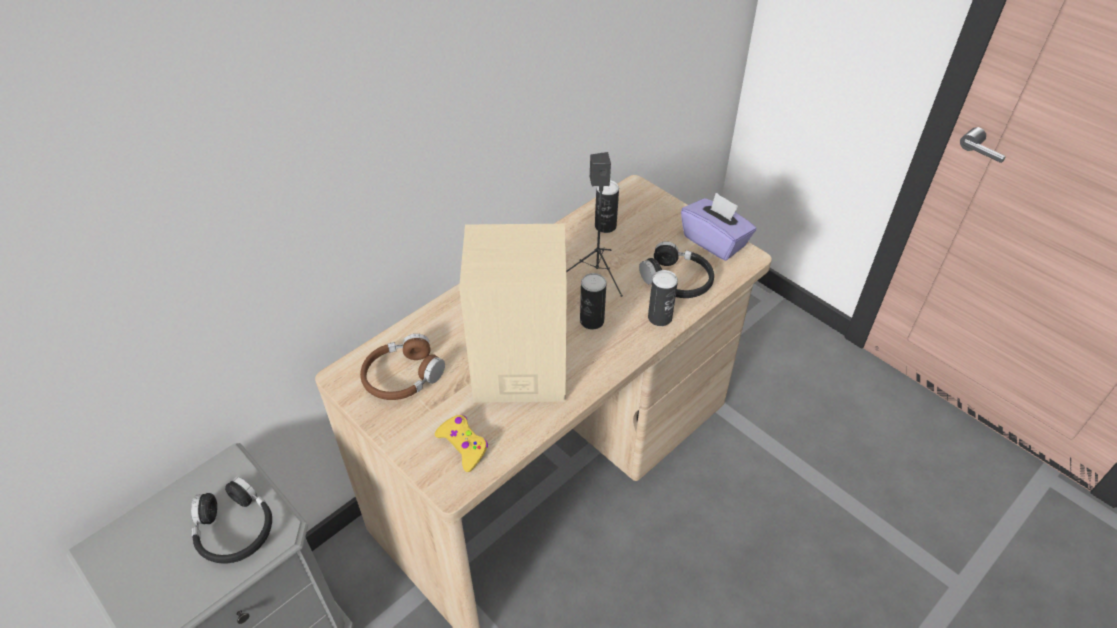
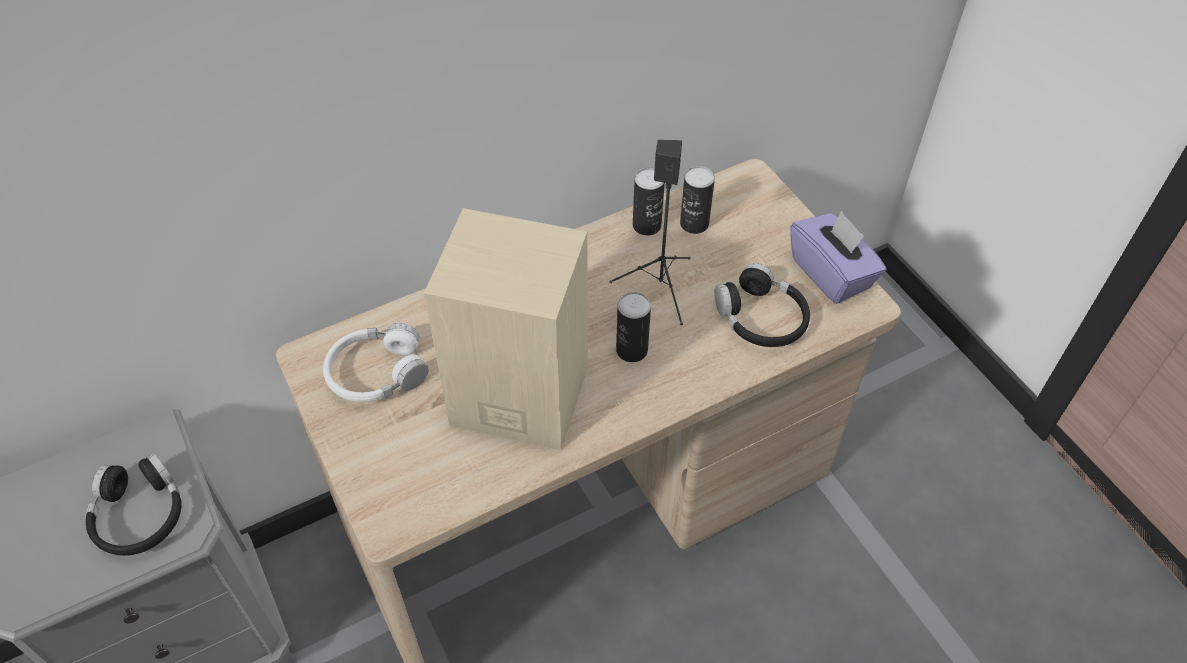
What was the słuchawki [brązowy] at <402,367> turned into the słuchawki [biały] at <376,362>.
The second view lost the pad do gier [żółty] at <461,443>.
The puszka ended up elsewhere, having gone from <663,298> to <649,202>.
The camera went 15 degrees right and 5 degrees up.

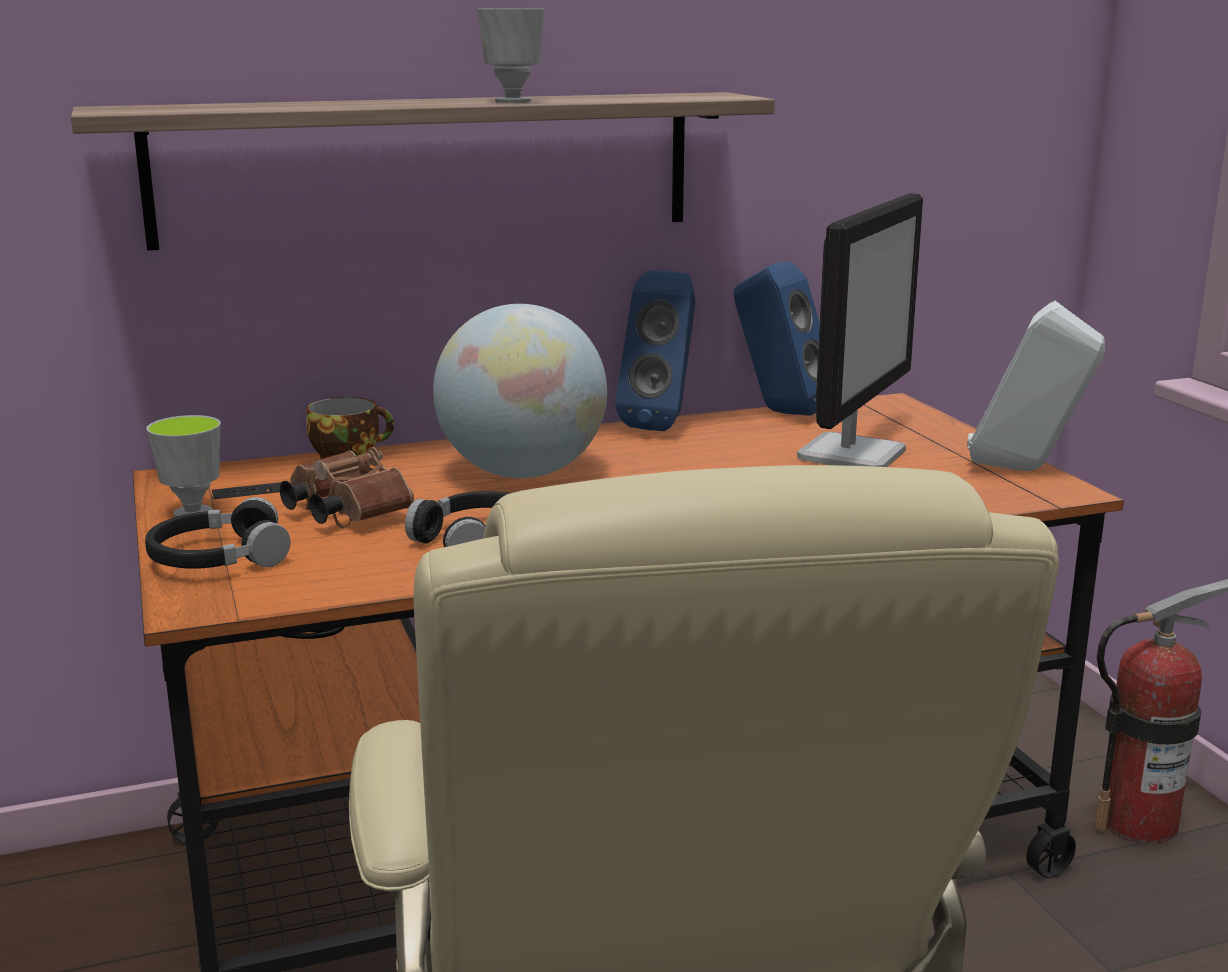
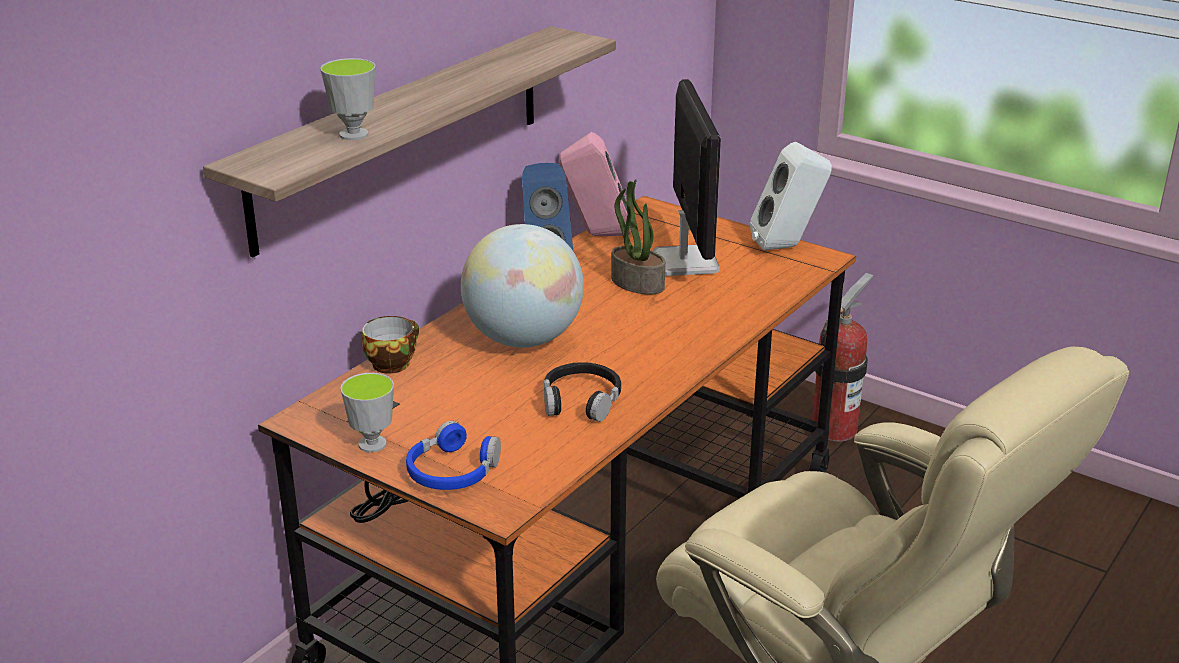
What was the słuchawki [czarny] at <218,533> turned into the słuchawki [niebieski] at <453,455>.
The second view lost the lornetka [brązowy] at <347,487>.
The filiżanka ended up elsewhere, having gone from <511,55> to <347,99>.
What was the głośnik [niebieski] at <777,338> turned into the głośnik [różowy] at <595,184>.
The second view gained the roślina doniczkowa at <638,237>.
The camera went 35 degrees left and 10 degrees up.

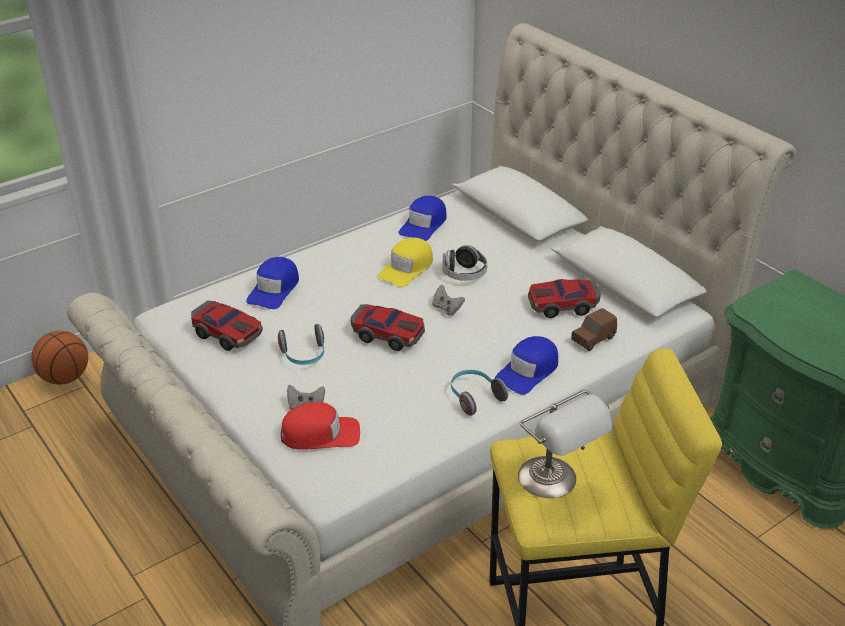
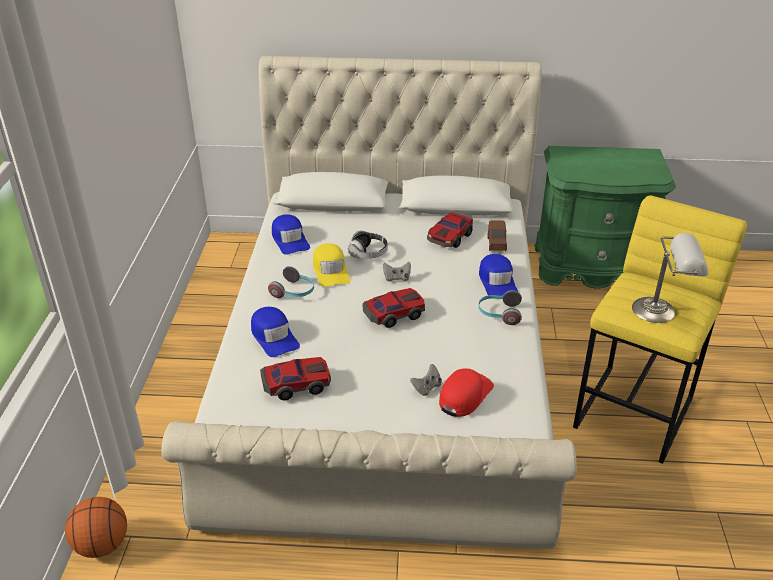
The słuchawki ended up elsewhere, having gone from <301,344> to <291,282>.
The camera went 50 degrees left and 0 degrees up.

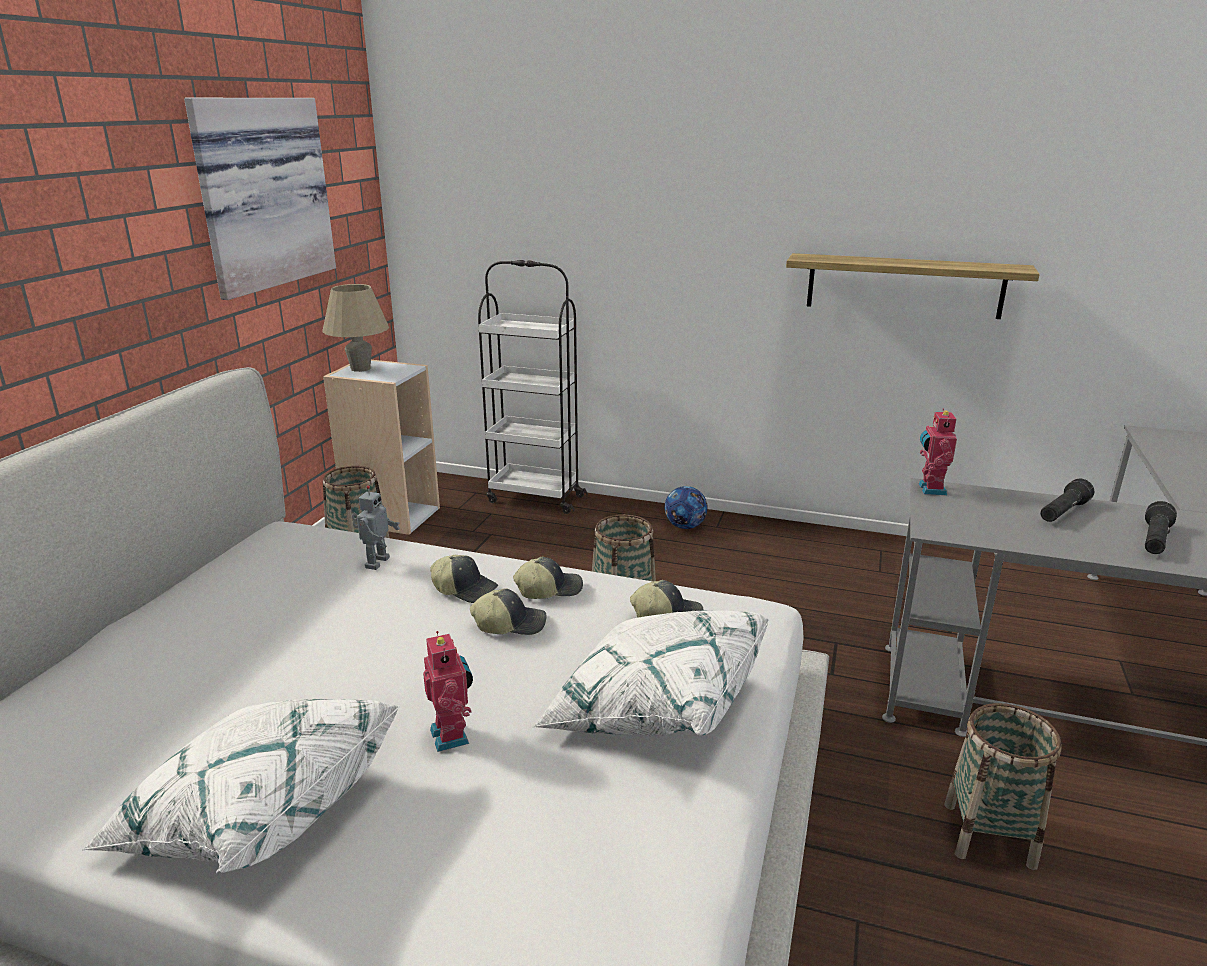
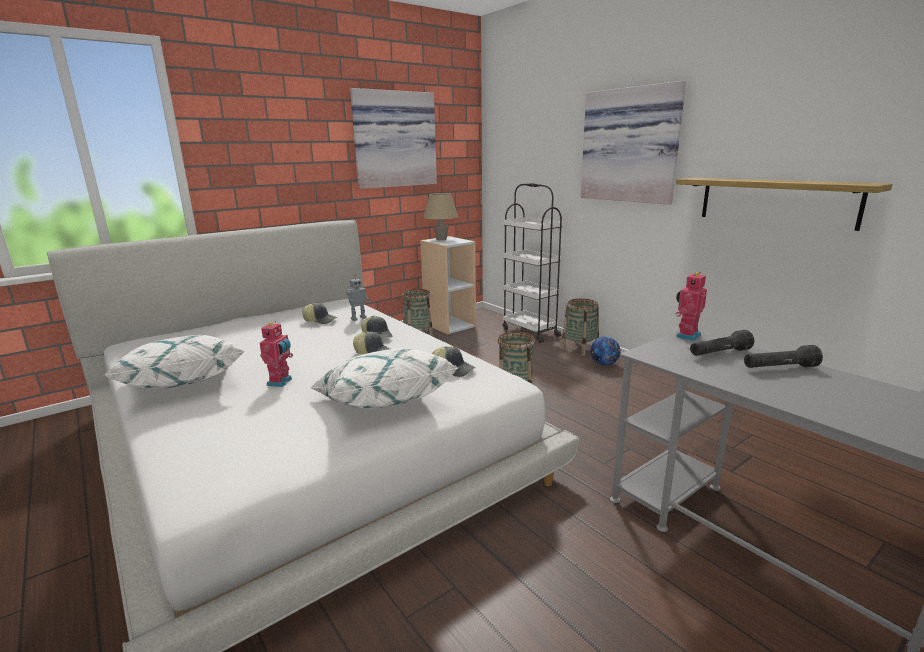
The czapka z daszkiem ended up elsewhere, having gone from <548,578> to <320,313>.
The koszyk ended up elsewhere, having gone from <1003,786> to <580,327>.
The latarka [czarny] ended up elsewhere, having gone from <1161,527> to <722,343>.
The second view gained the obraz at <633,143>.
The camera went 35 degrees right and 5 degrees down.

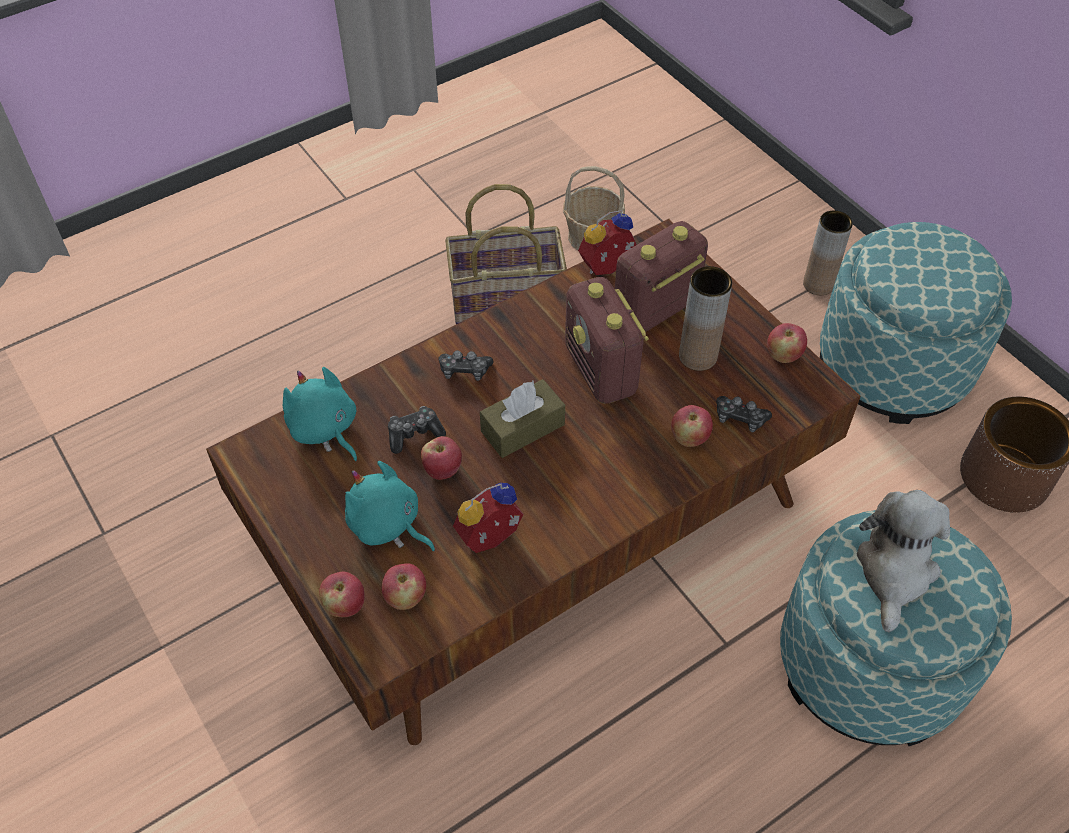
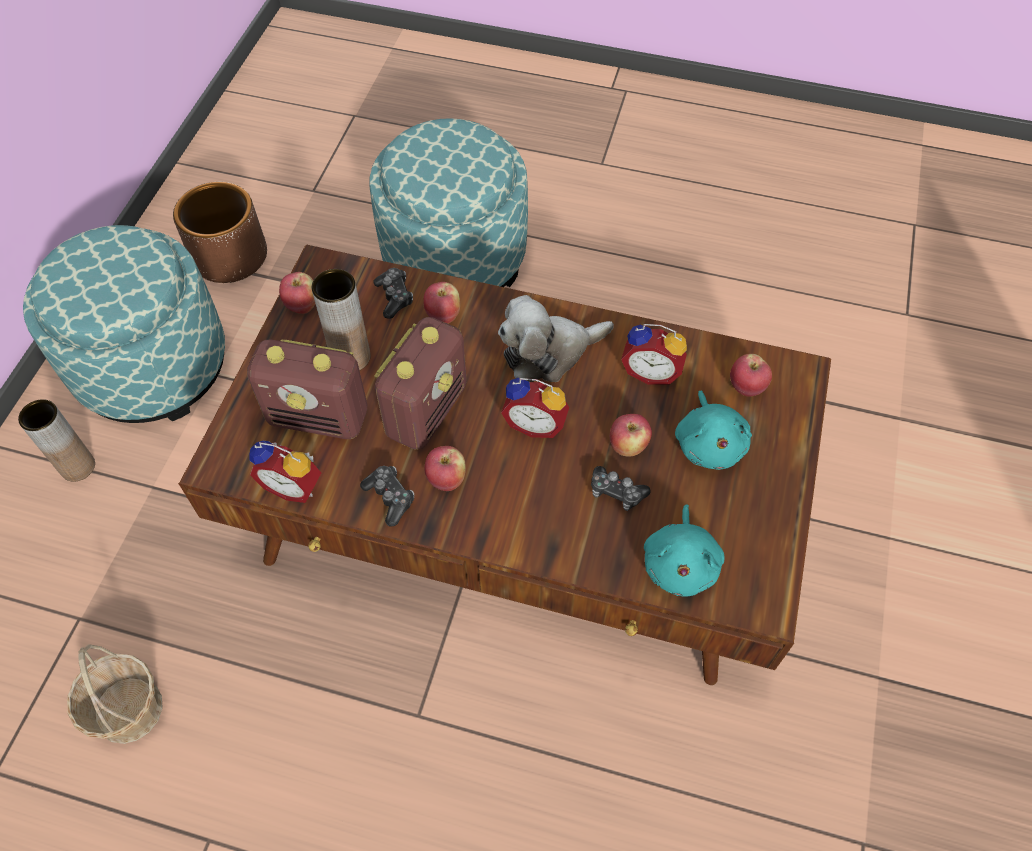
The jabłko ended up elsewhere, having gone from <342,594> to <445,468>.
The pad do gier ended up elsewhere, having gone from <466,365> to <387,496>.
The second view lost the koszyk at <506,254>.
Where the pudełko chusteczek [brązowy] stood at <522,418>, the budzik came to stand at <535,408>.
The pluszak ended up elsewhere, having gone from <903,561> to <556,338>.
The camera went 130 degrees left and 5 degrees up.

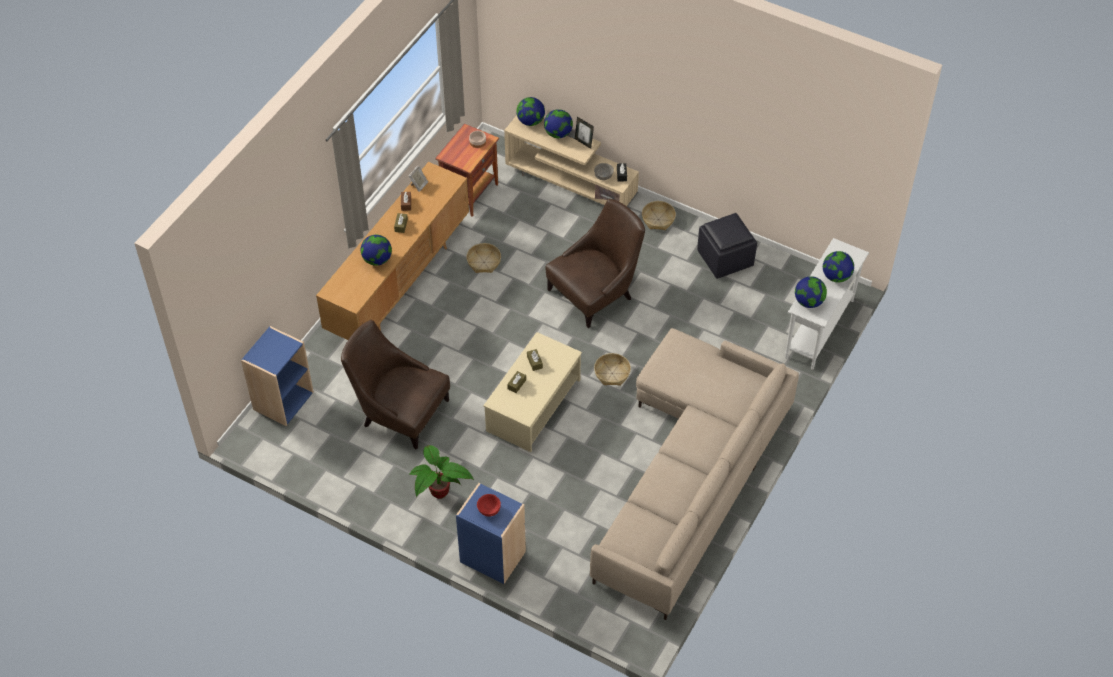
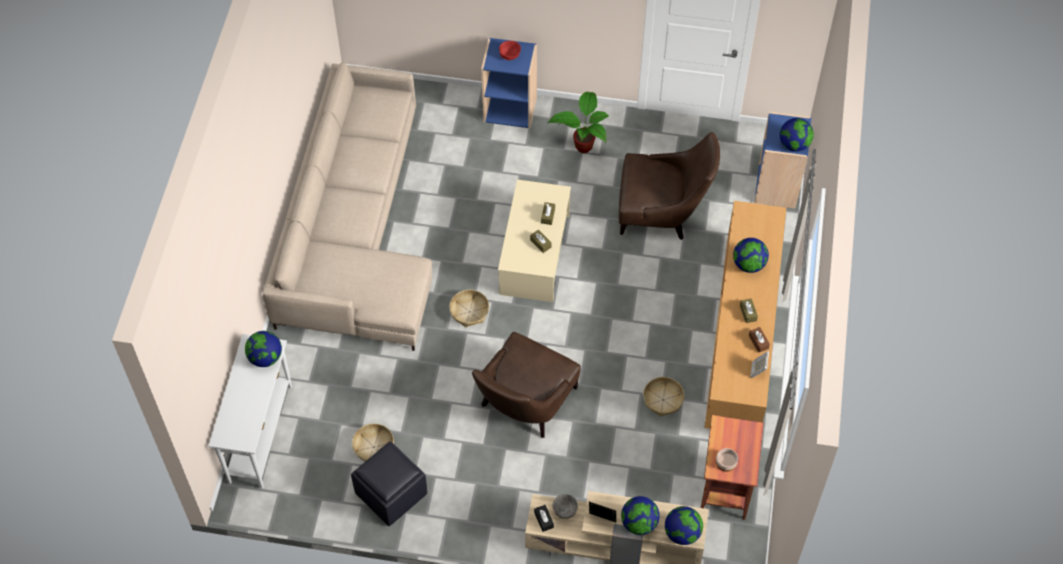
The koszyk ended up elsewhere, having gone from <659,215> to <373,442>.
The globus ended up elsewhere, having gone from <838,267> to <797,135>.
The camera went 160 degrees right and 5 degrees up.

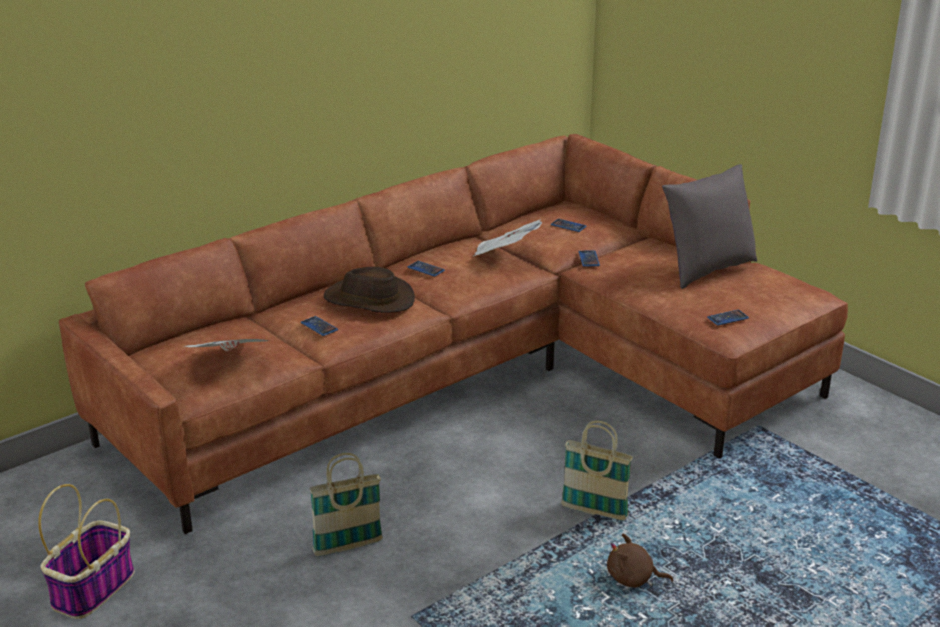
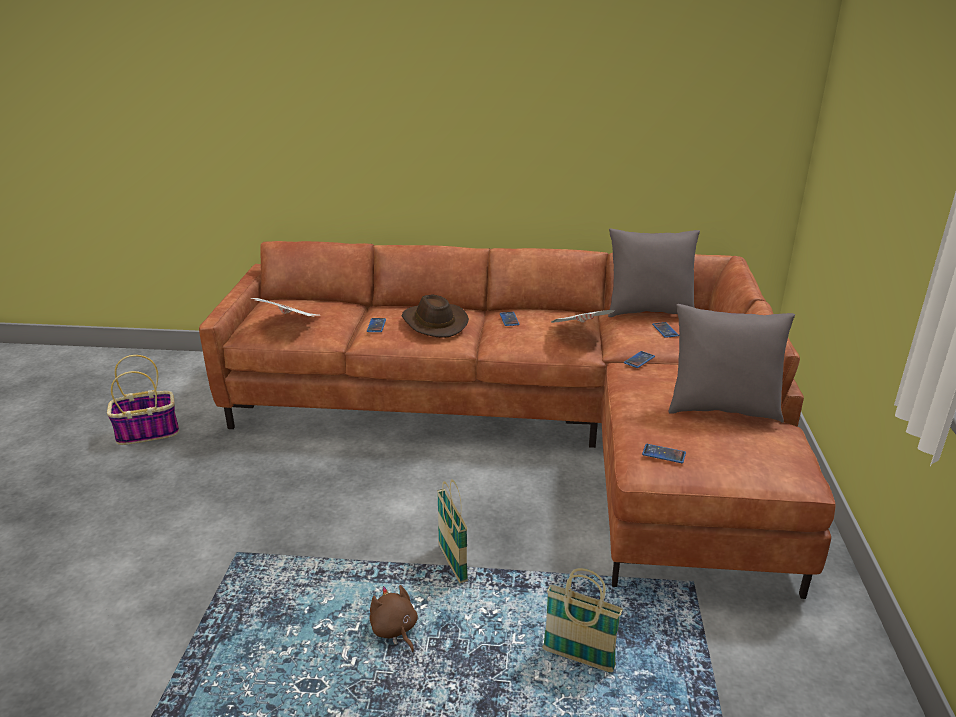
The koszyk ended up elsewhere, having gone from <346,504> to <582,620>.
The second view gained the poduszka [szary] at <654,273>.
The camera went 45 degrees right and 0 degrees up.

